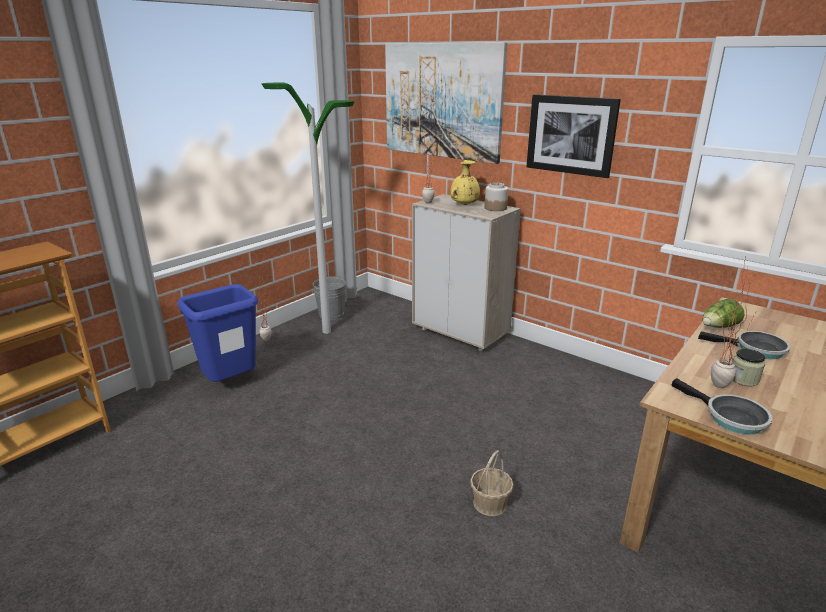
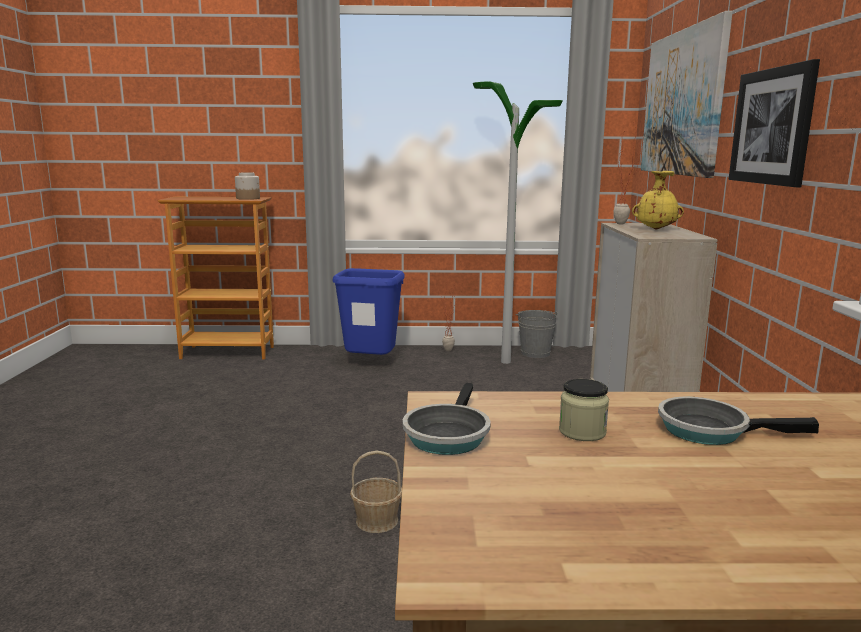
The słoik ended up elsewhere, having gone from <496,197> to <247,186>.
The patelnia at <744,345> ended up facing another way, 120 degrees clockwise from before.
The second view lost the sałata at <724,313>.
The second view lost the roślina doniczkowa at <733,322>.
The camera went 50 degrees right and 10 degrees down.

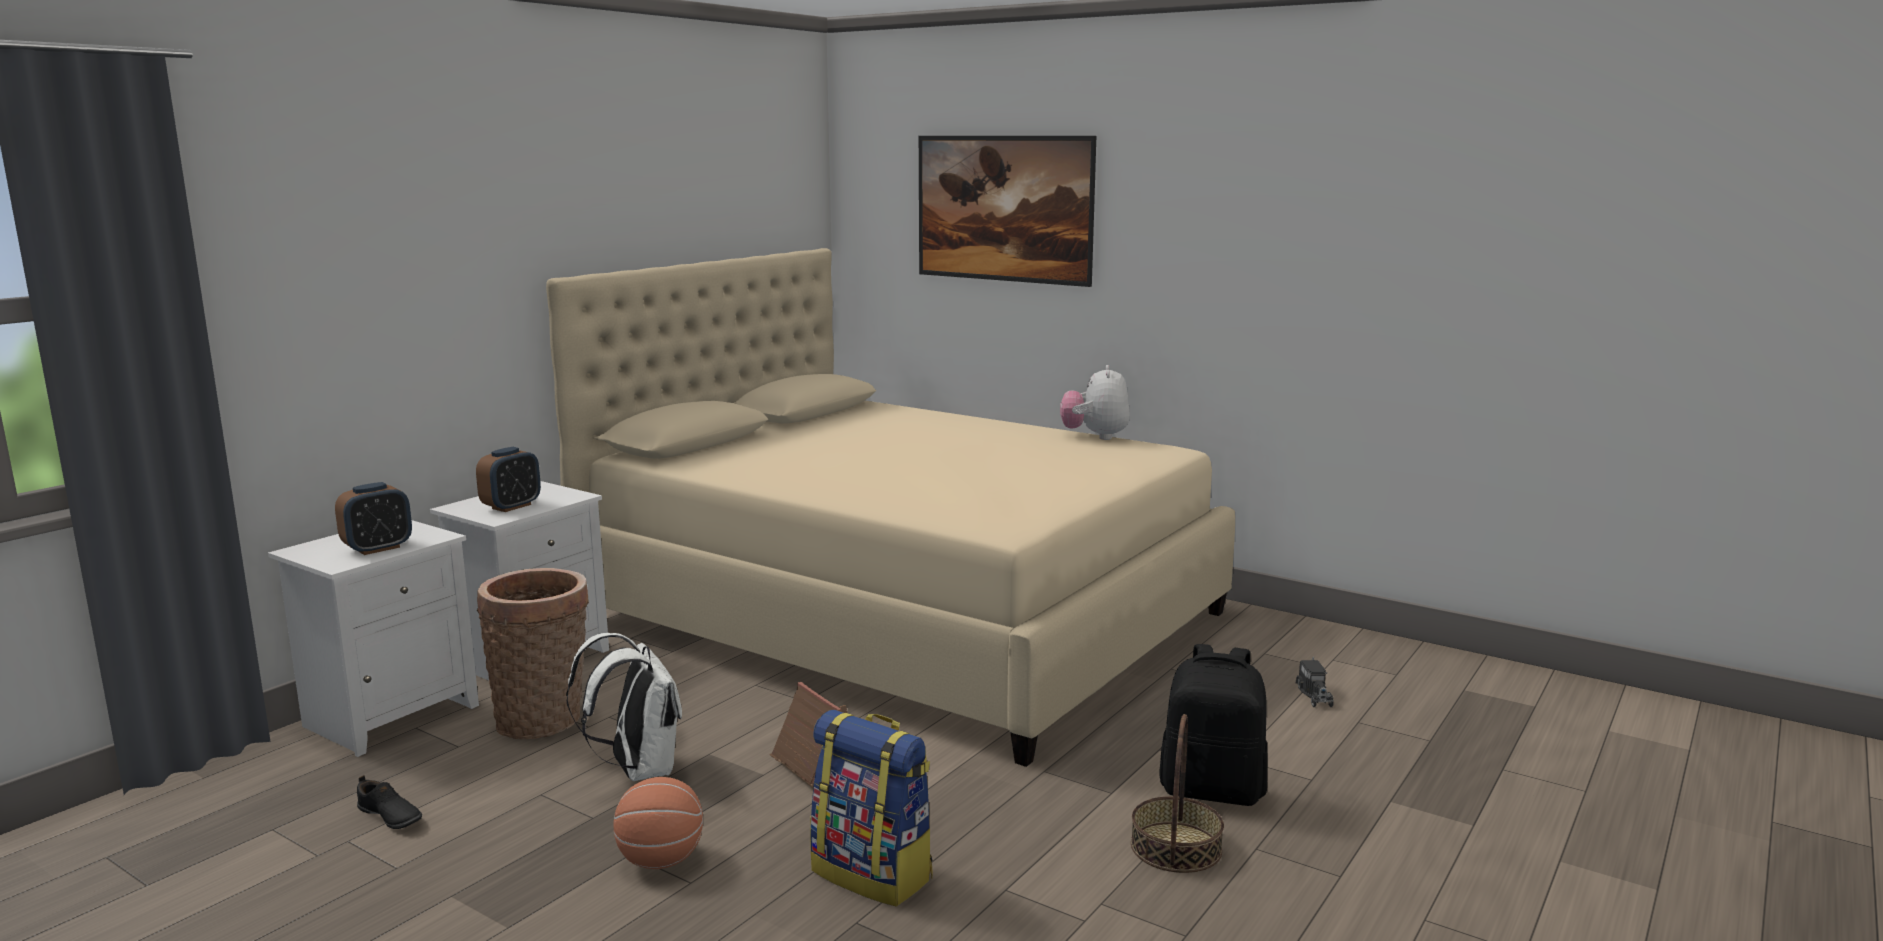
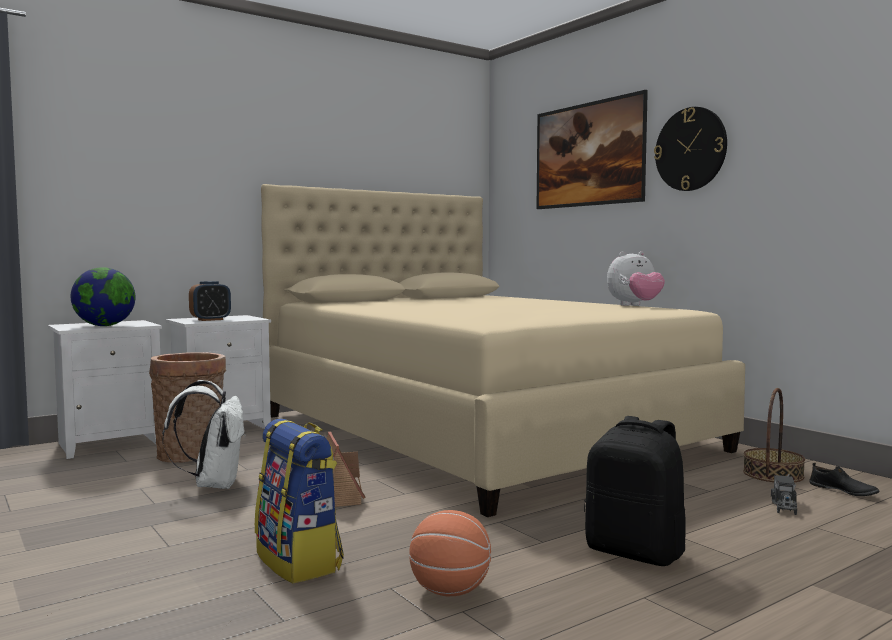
Where the budzik stood at <373,518>, the globus came to stand at <103,296>.
The but [czarny] ended up elsewhere, having gone from <389,802> to <844,479>.
The piłka do koszykówki ended up elsewhere, having gone from <658,823> to <450,553>.
The pluszak at <1095,402> ended up facing another way, 135 degrees counterclockwise from before.
The koszyk ended up elsewhere, having gone from <1177,793> to <774,435>.
The second view gained the zegar ścienny at <690,149>.
The camera went 20 degrees right and 10 degrees down.

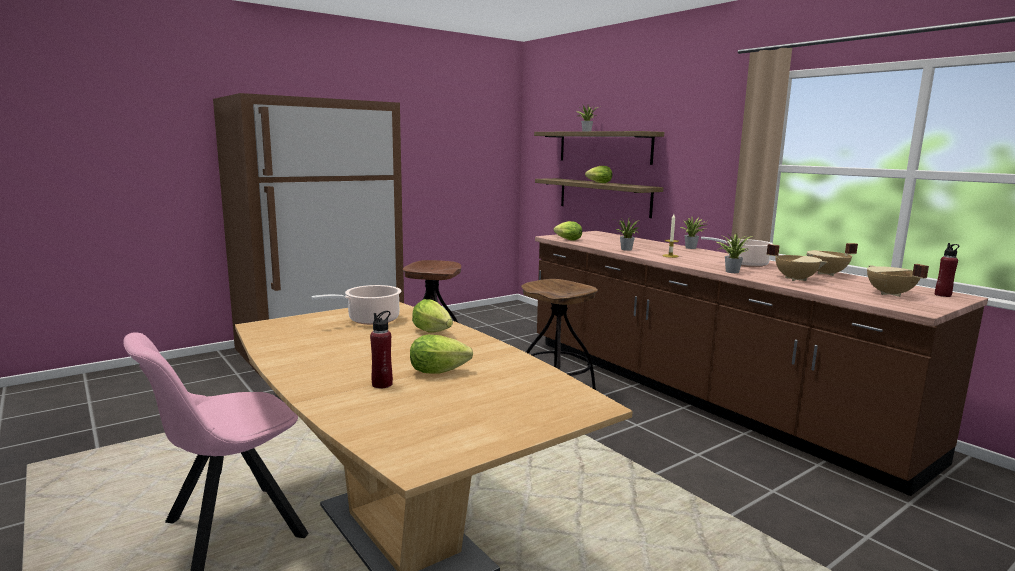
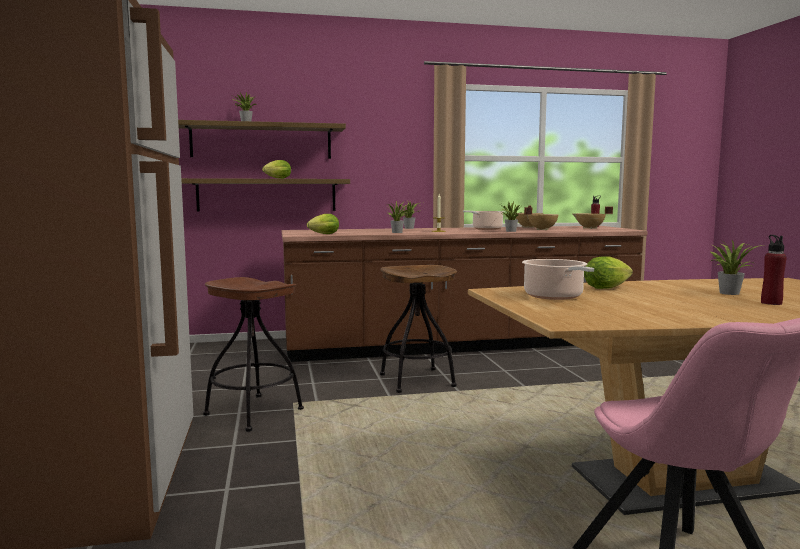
Where the sałata stood at <441,354>, the roślina doniczkowa came to stand at <737,267>.
The camera went 65 degrees left and 5 degrees down.

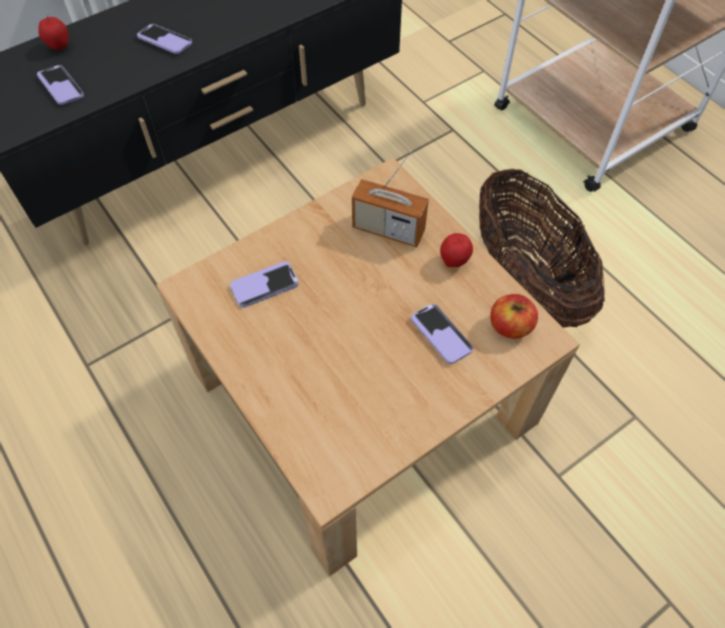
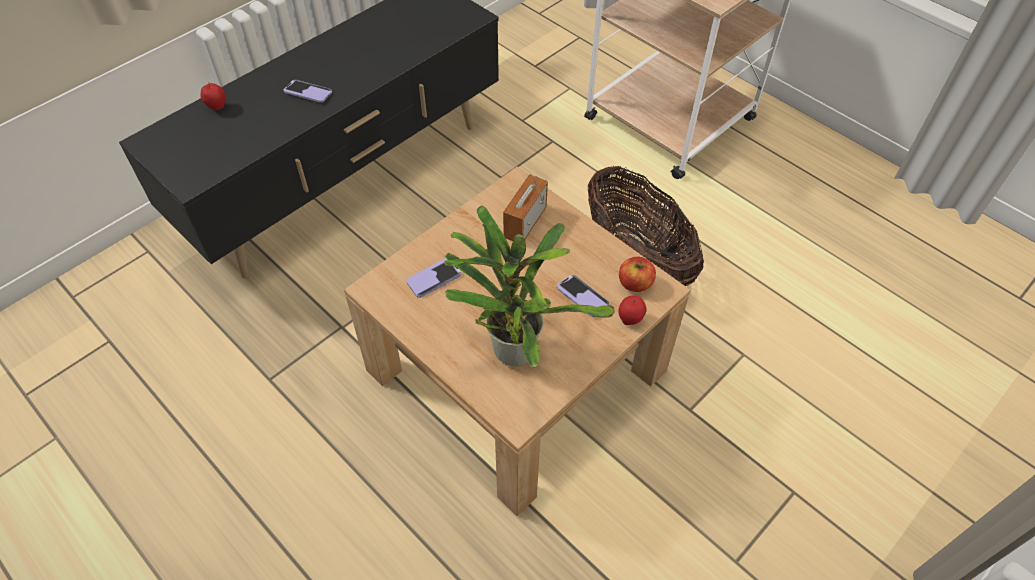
The second view lost the telefon at <60,85>.
The radio at <390,198> ended up facing another way, 105 degrees clockwise from before.
The jabłko ended up elsewhere, having gone from <456,250> to <632,310>.
The second view gained the roślina doniczkowa at <529,287>.
The camera went 10 degrees left and 5 degrees down.

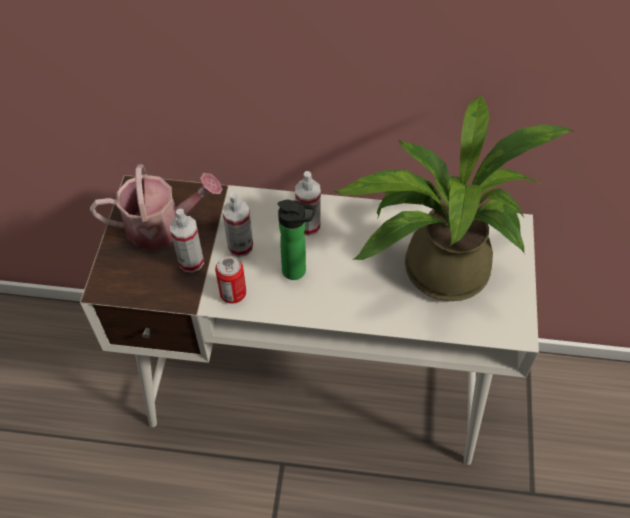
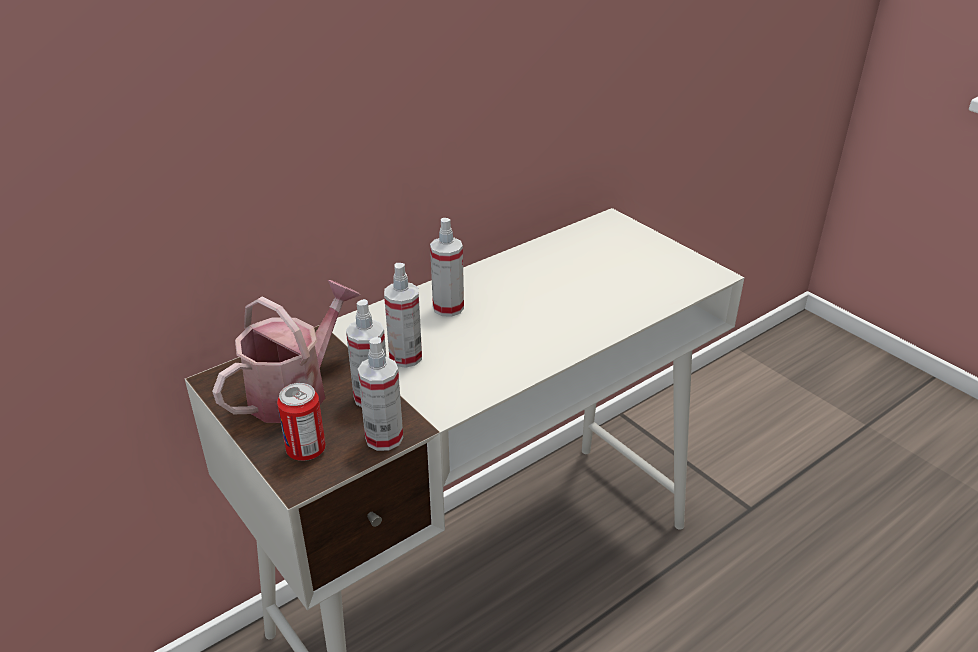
The puszka ended up elsewhere, having gone from <230,280> to <301,422>.
The second view lost the butelka at <297,240>.
The second view lost the roślina doniczkowa at <454,198>.
The second view gained the spryskiwacz at <380,394>.
The camera went 45 degrees left and 20 degrees down.

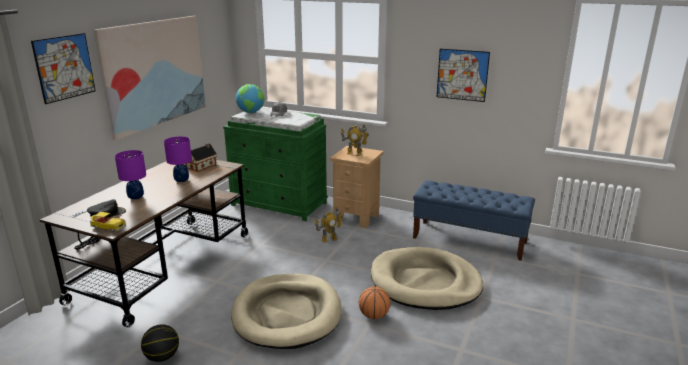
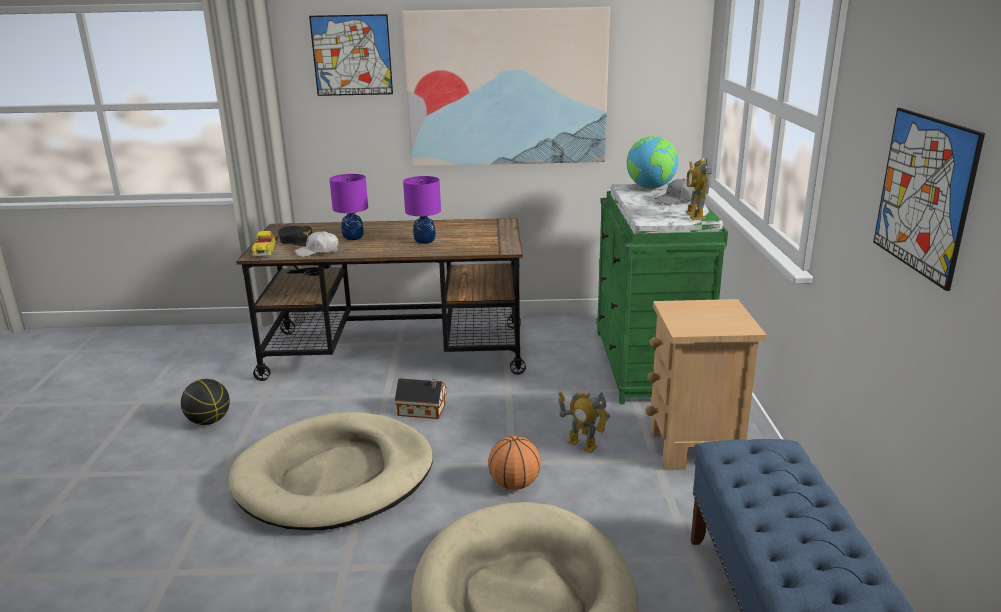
The domek ended up elsewhere, having gone from <201,157> to <421,398>.
The robot zabawkowy ended up elsewhere, having gone from <355,140> to <699,188>.
The piłka do koszykówki ended up elsewhere, having gone from <375,302> to <514,463>.
The second view gained the czapka z daszkiem [biały] at <317,244>.
The camera went 65 degrees right and 0 degrees up.

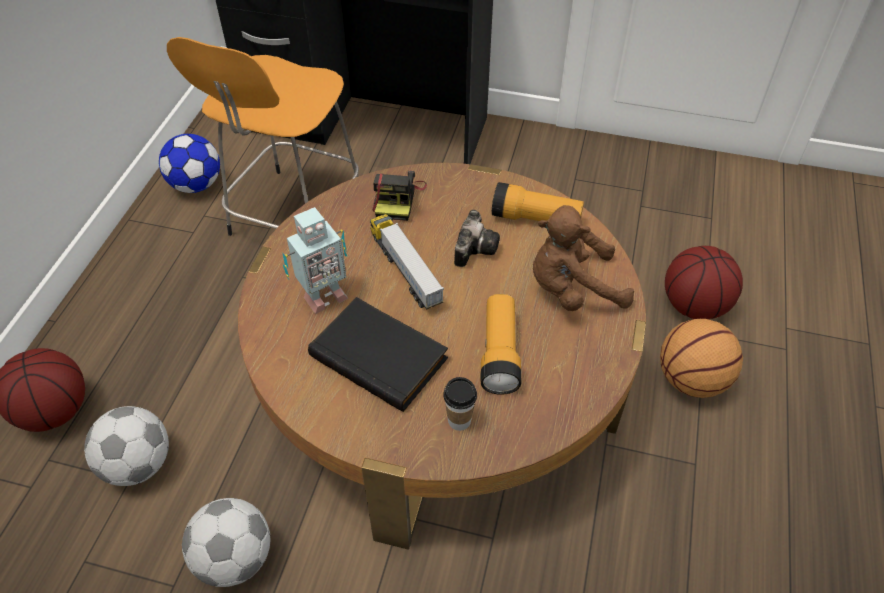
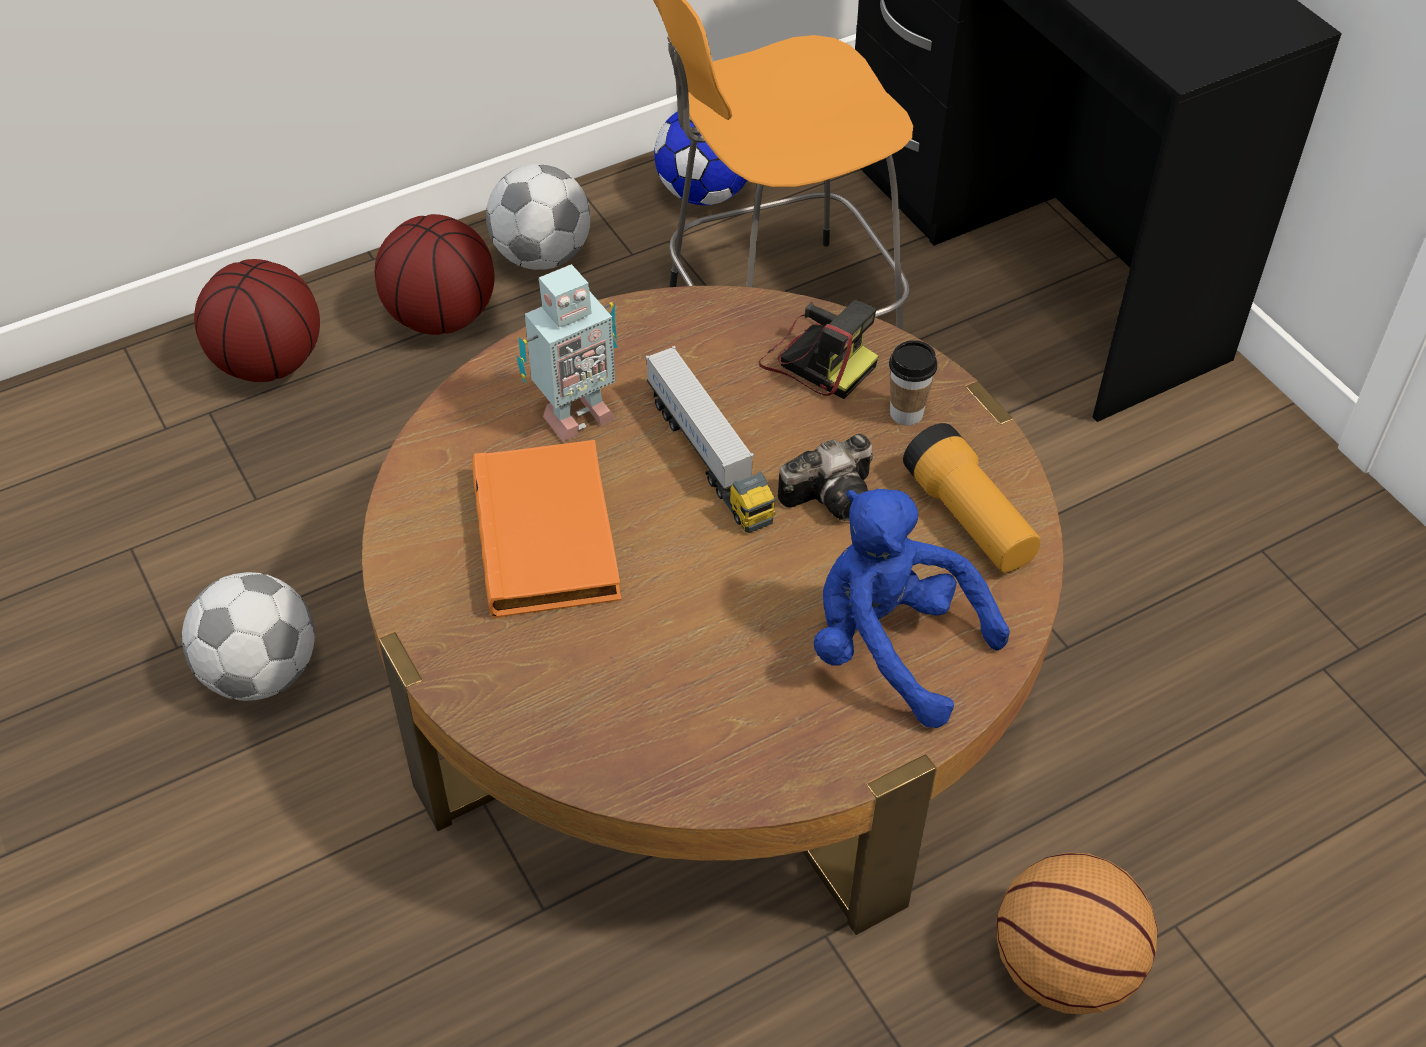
The piłka futbolowa ended up elsewhere, having gone from <126,446> to <538,217>.
The robot zabawkowy at <315,260> ended up facing another way, 45 degrees counterclockwise from before.
What was the książka [czarny] at <378,354> turned into the książka [pomarańczowy] at <546,529>.
The ciężarówka zabawkowa at <407,262> ended up facing another way, 135 degrees clockwise from before.
The aparat fotograficzny at <399,196> ended up facing another way, 105 degrees counterclockwise from before.
The filiżanka ended up elsewhere, having gone from <460,404> to <913,382>.
The second view lost the latarka at <501,344>.
What was the pluszak [brązowy] at <583,258> turned into the pluszak [niebieski] at <912,608>.
The piłka do koszykówki ended up elsewhere, having gone from <704,282> to <435,274>.
The camera went 45 degrees right and 0 degrees up.

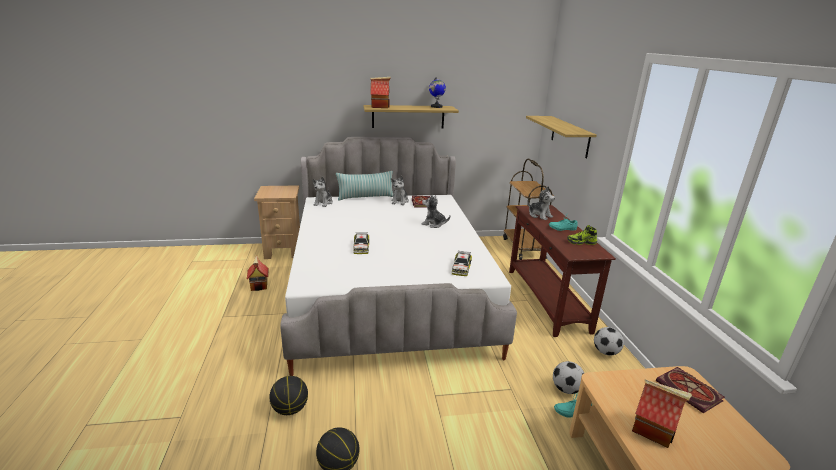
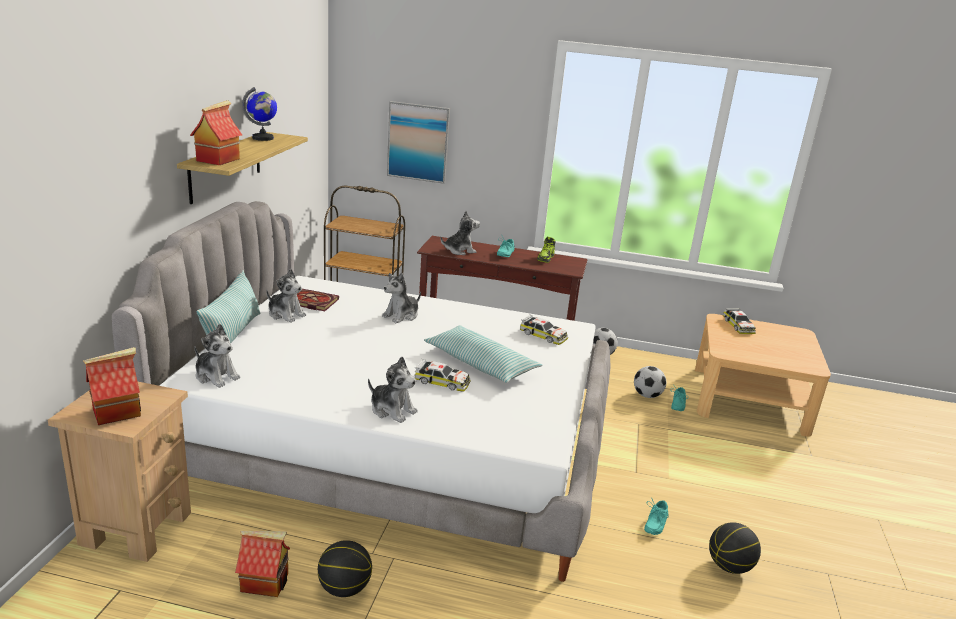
The piłka do koszykówki ended up elsewhere, having gone from <288,395> to <345,568>.
Where the półka hung at <561,137>, the obraz came to hang at <418,142>.
The domek ended up elsewhere, having gone from <662,414> to <112,386>.
Where the książka stood at <690,390>, the samochodzik came to stand at <739,321>.
The second view gained the pluszak at <393,390>.
The second view gained the poduszka at <483,354>.
The second view gained the but [turkusowy] at <656,517>.
The camera went 70 degrees left and 0 degrees up.

